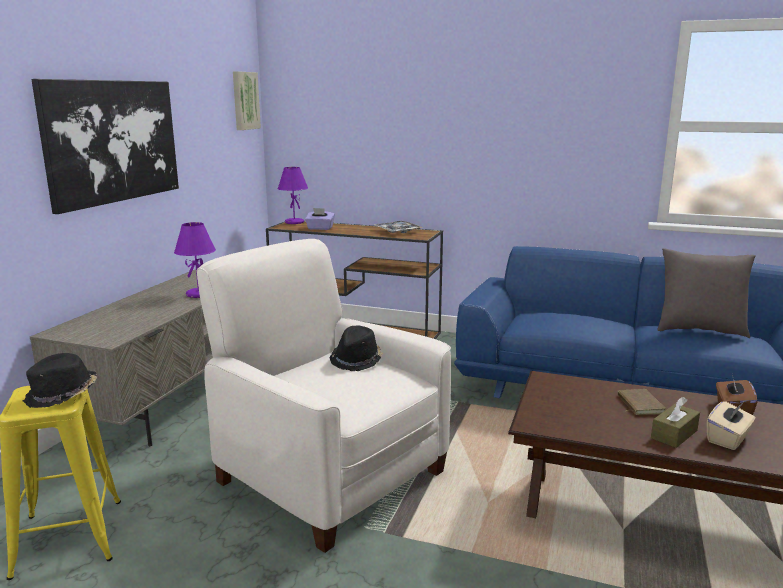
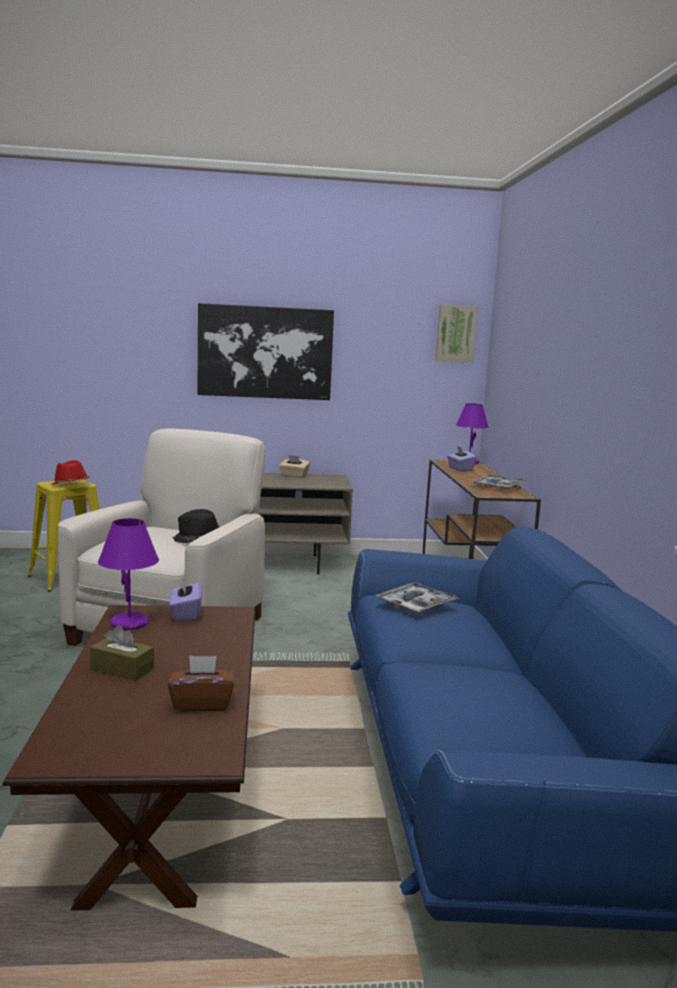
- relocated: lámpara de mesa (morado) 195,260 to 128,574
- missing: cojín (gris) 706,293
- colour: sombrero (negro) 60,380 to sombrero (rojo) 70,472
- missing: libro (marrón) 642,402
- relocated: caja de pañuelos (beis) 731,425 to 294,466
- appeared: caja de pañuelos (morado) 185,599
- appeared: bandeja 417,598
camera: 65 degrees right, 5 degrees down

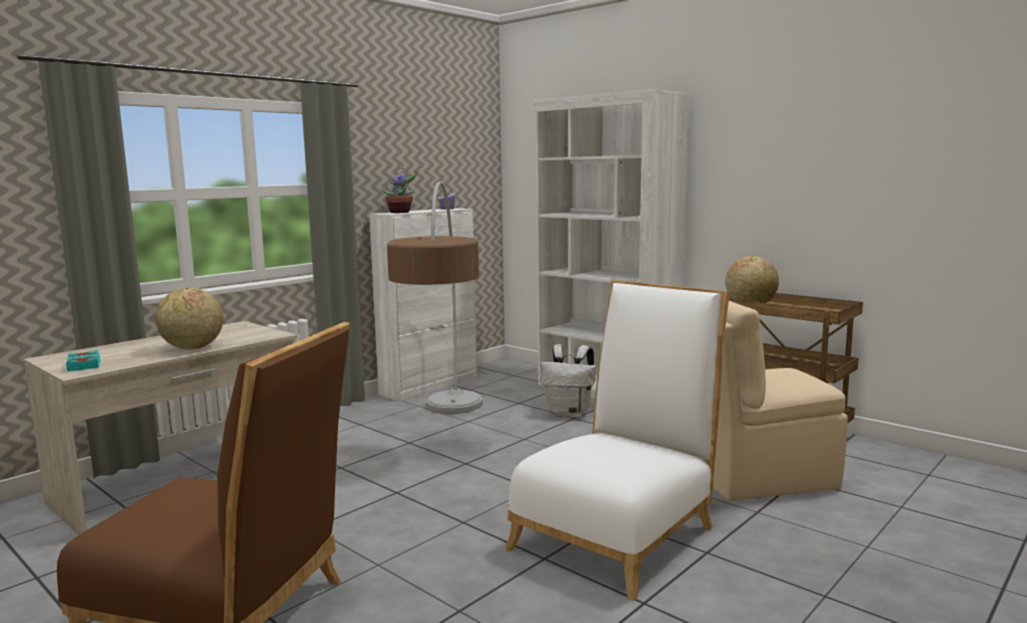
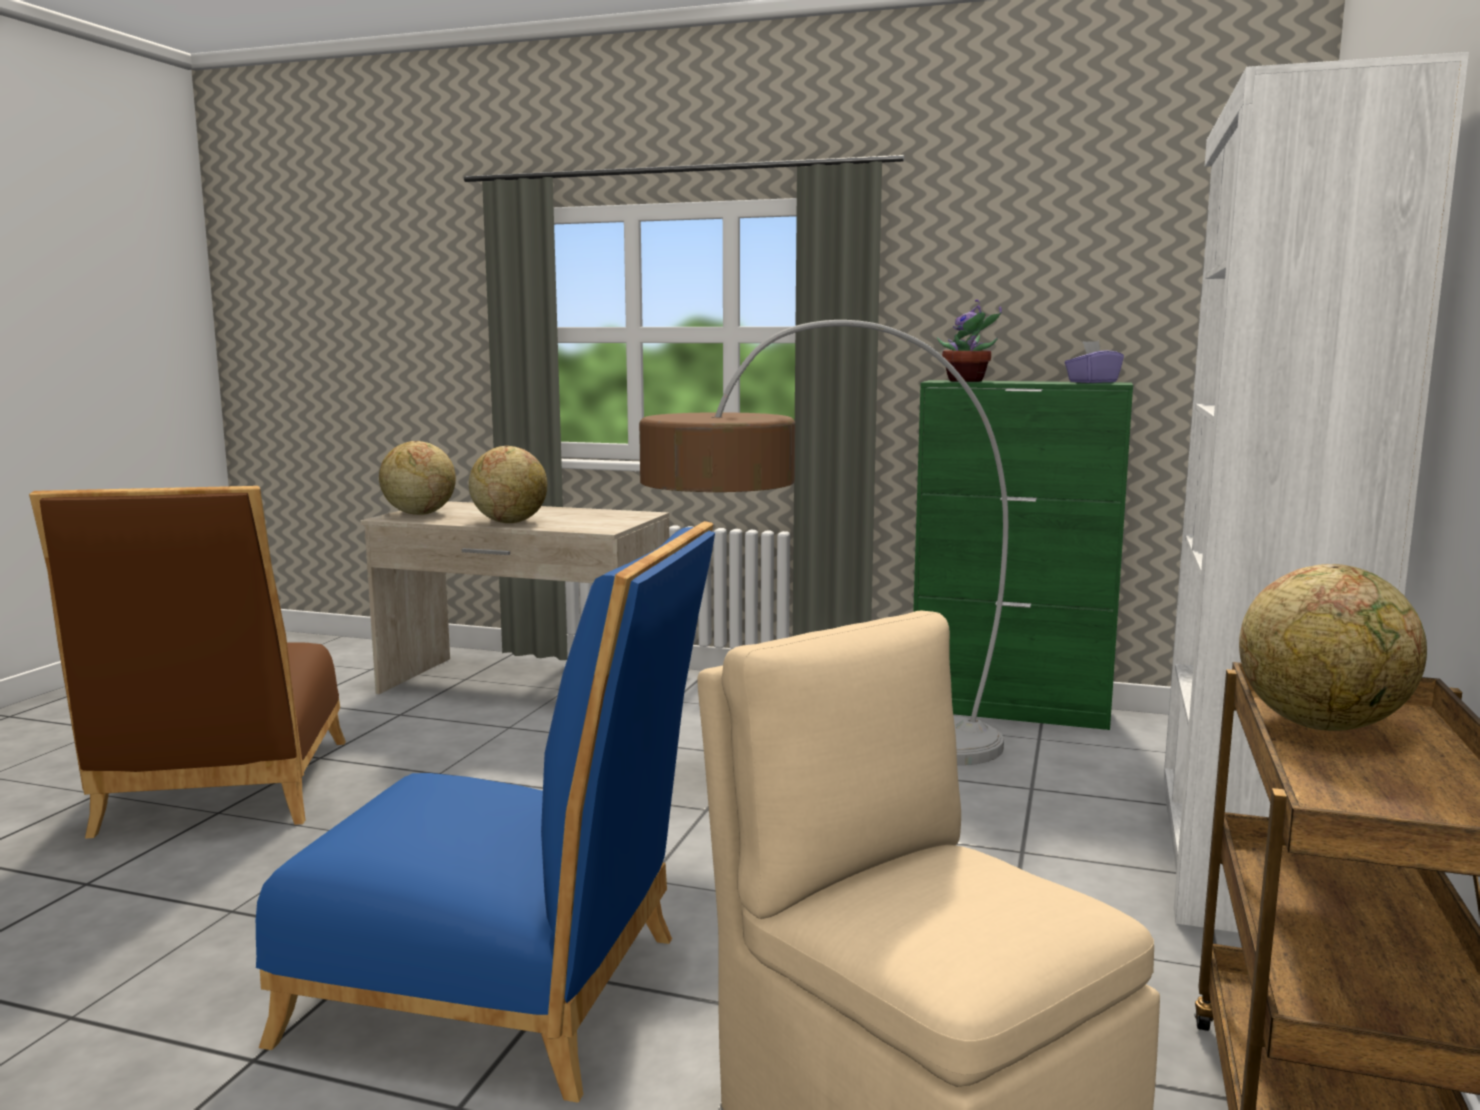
- colour: armario (blanco) 423,304 to armario (verde) 1023,555
- colour: silla (blanco) 617,440 to silla (azul) 485,812
- missing: mochila (blanco) 568,381
- exchanged: libro (turquesa) 83,361 to globo terráqueo 417,478
camera: 65 degrees right, 0 degrees up

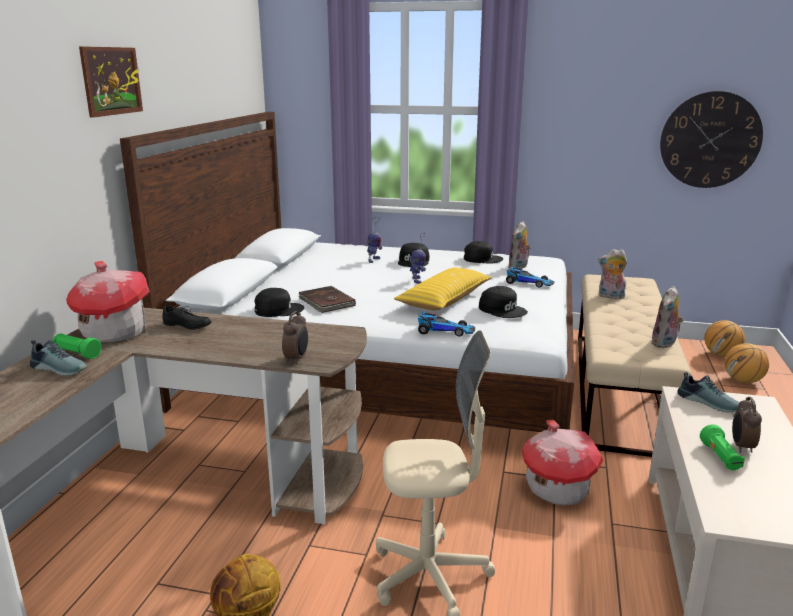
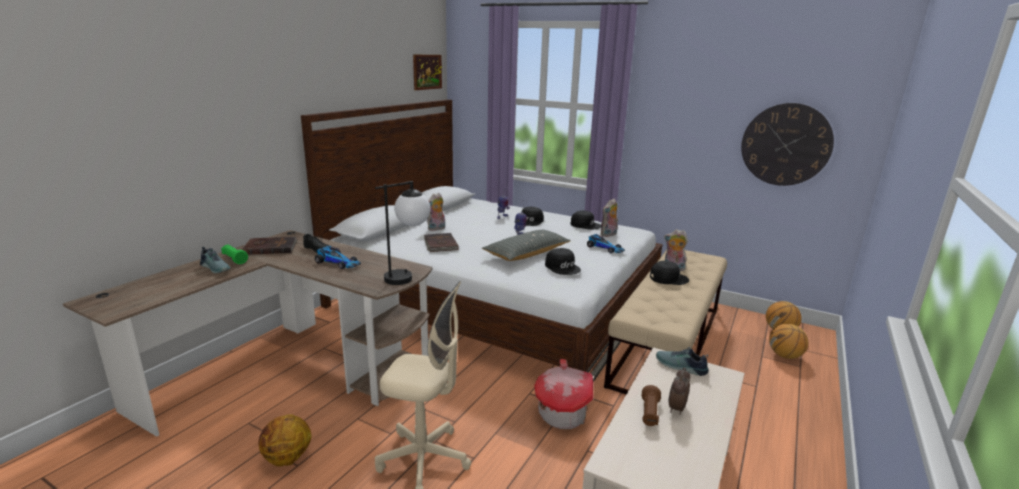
- relocated: cuadro 111,82 to 427,72
- exchanged: casita 107,301 to libro (marrón) 269,246
- colour: cojín (amarillo) 443,289 to cojín (gris) 526,245
- relocated: peluche 667,317 to 436,212
- relocated: gorra (negro) 279,302 to 669,273
- missing: despertador 295,337
- relocated: coche de juguete 446,324 to 338,257
- spun: zapato 709,392 = 682,361 150 degrees clockwise
- colour: linterna (verde) 722,447 to linterna (marrón) 651,405
- appeared: lámpara de mesa 402,233
camera: 15 degrees right, 0 degrees up

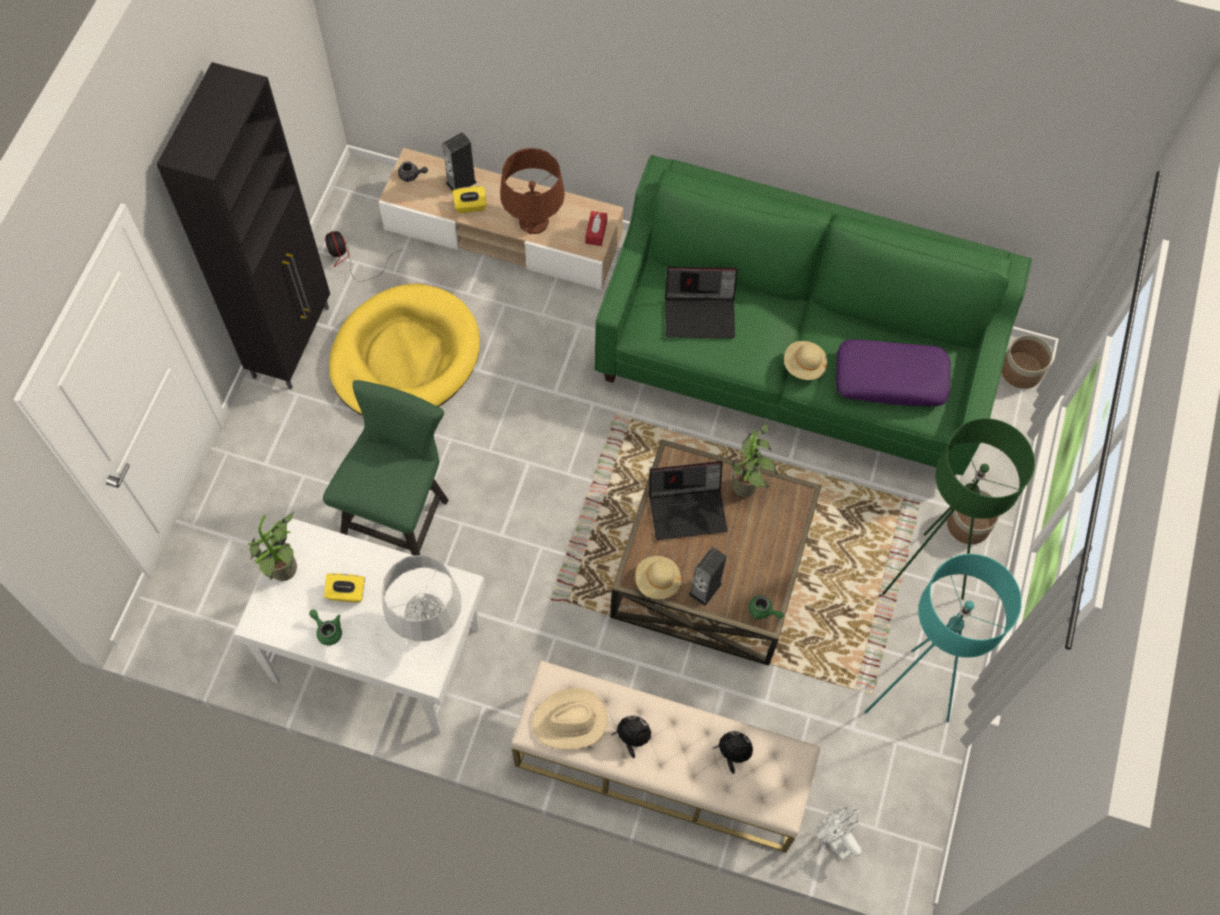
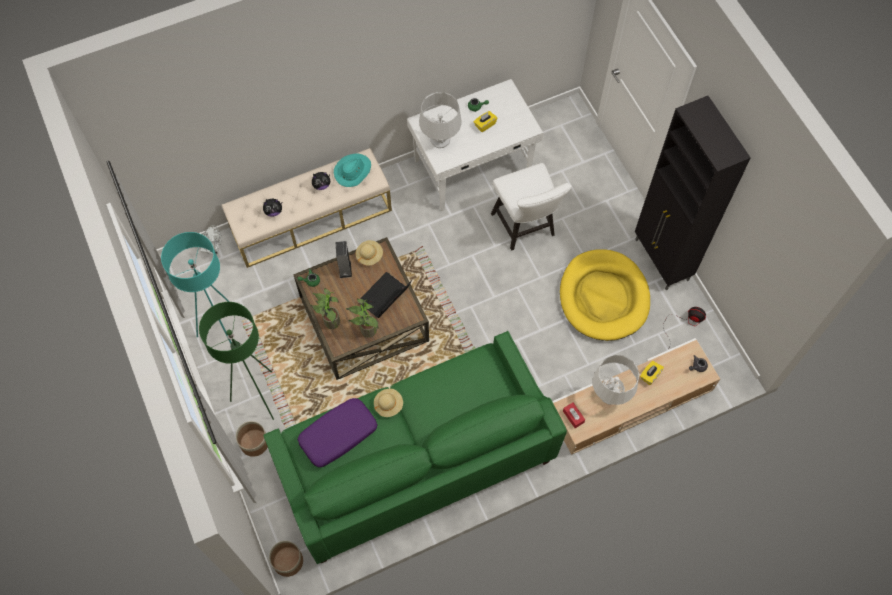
- missing: altavoz 459,161
- colour: lámpara de mesa (marrón) 532,191 to lámpara de mesa (blanco) 615,380
- missing: portátil 701,302
- colour: silla (verde) 385,468 to silla (blanco) 531,206
- relocated: planta en maceta 272,546 to 325,308
- colour: sombrero (beis) 570,719 to sombrero (turquesa) 352,170
camera: 140 degrees right, 0 degrees up

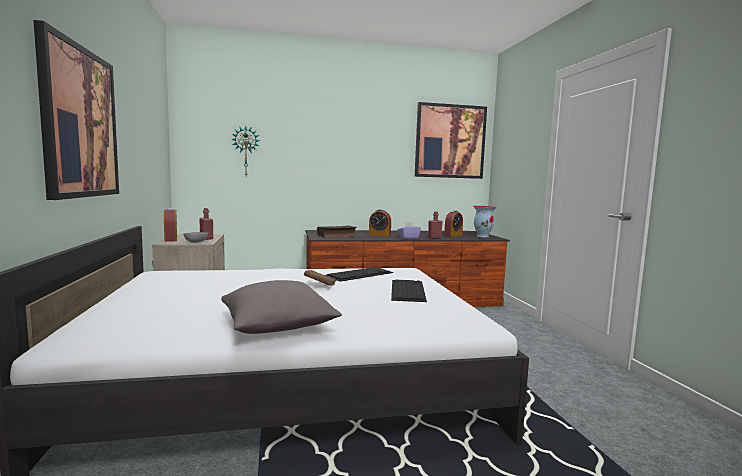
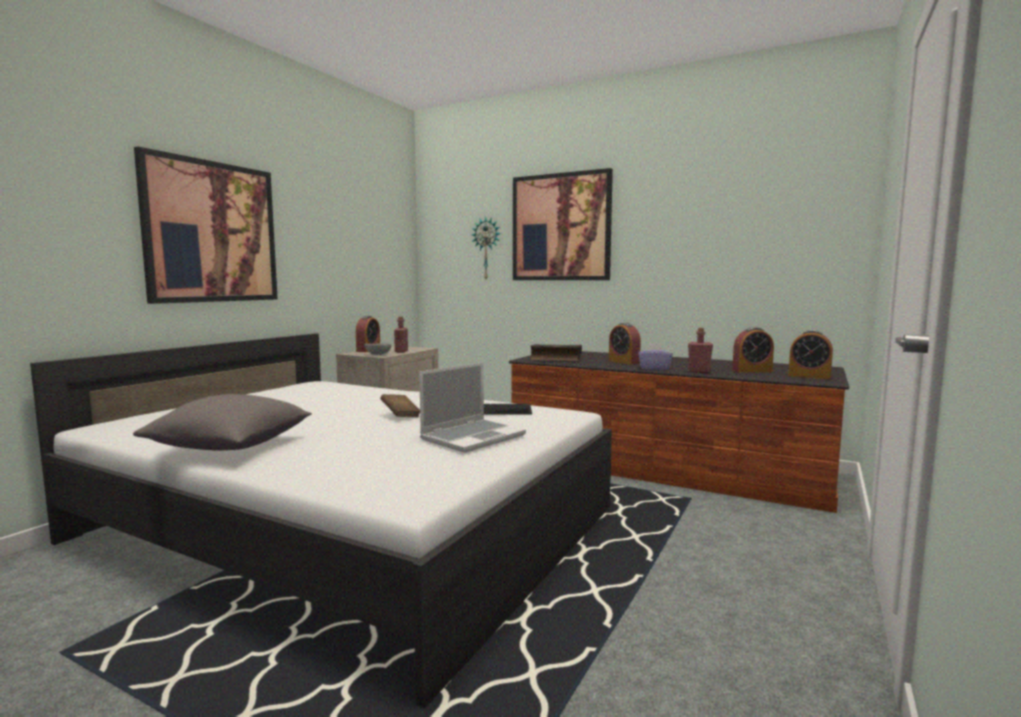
- relocated: cuadro 451,140 to 563,224
- exchanged: florero 484,221 to despertador 810,354
- exchanged: teclado 409,291 to portátil 472,408
camera: 40 degrees right, 0 degrees up

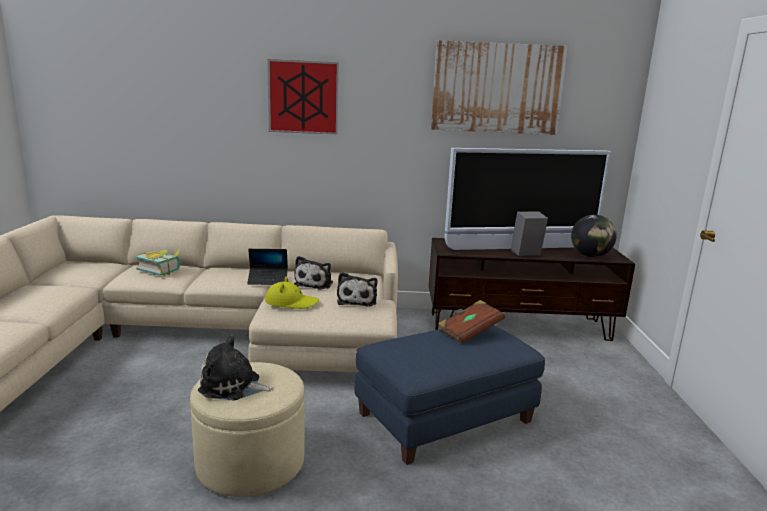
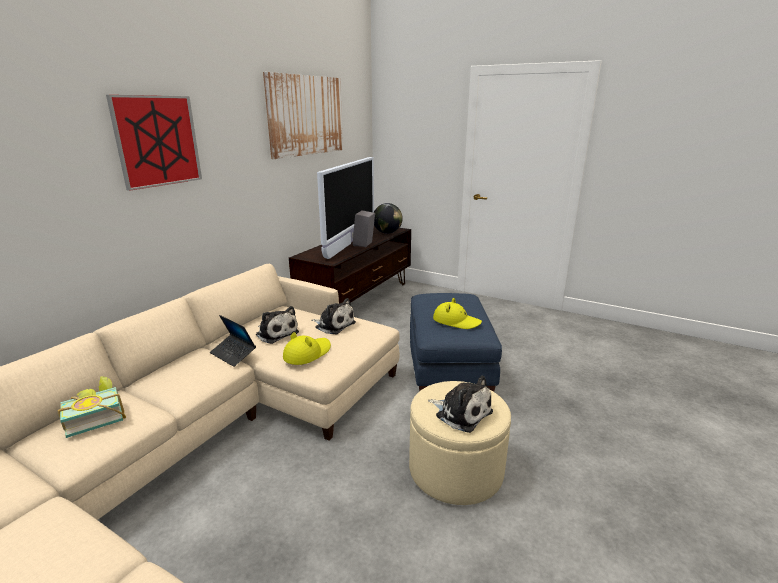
- spun: portátil 267,267 = 233,341 105 degrees clockwise
- missing: libro (marrón) 471,322
- spun: peluche 236,368 = 460,404 90 degrees counterclockwise
- appeared: sombrero (amarillo) 457,313
camera: 60 degrees left, 5 degrees up

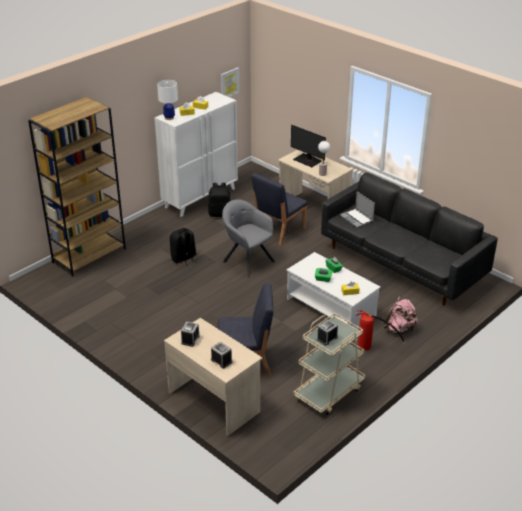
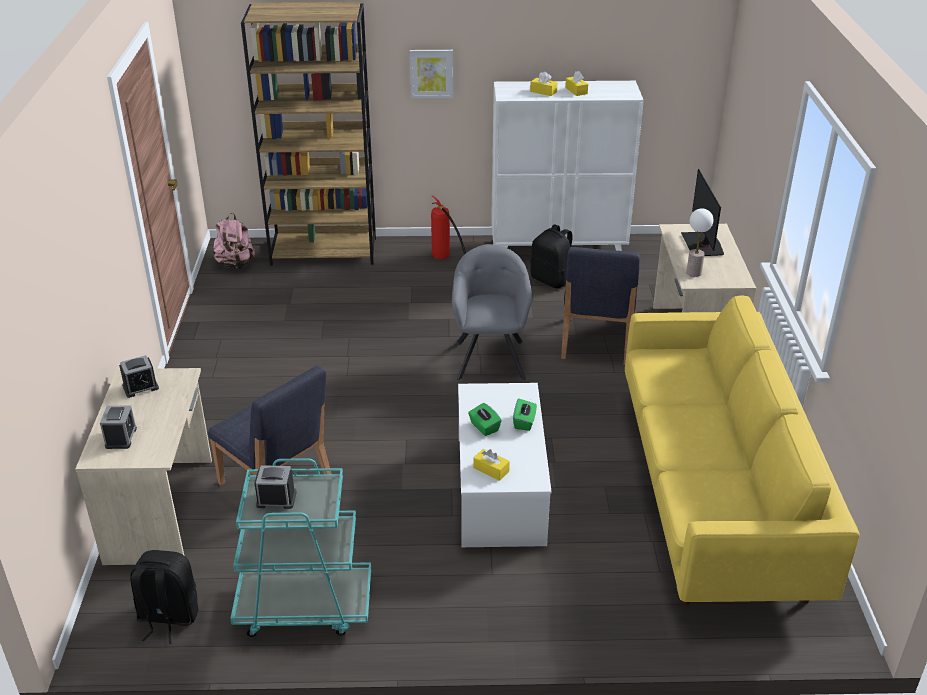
- relocated: cuadro 230,82 to 431,74
- missing: lámpara de mesa (blanco) 167,100
- colour: sofá (negro) 409,238 to sofá (amarillo) 742,450
- spun: silla (azul) 279,209 = 600,306 75 degrees counterclockwise
- missing: portátil 357,209
- relocated: mochila (negro) 183,247 to 164,597
- relocated: mochila (rosa) 401,315 to 234,241
- relocated: extintor 380,330 to 448,227
- colour: carrito (beis) 330,364 to carrito (turquesa) 300,547
camera: 45 degrees right, 0 degrees up

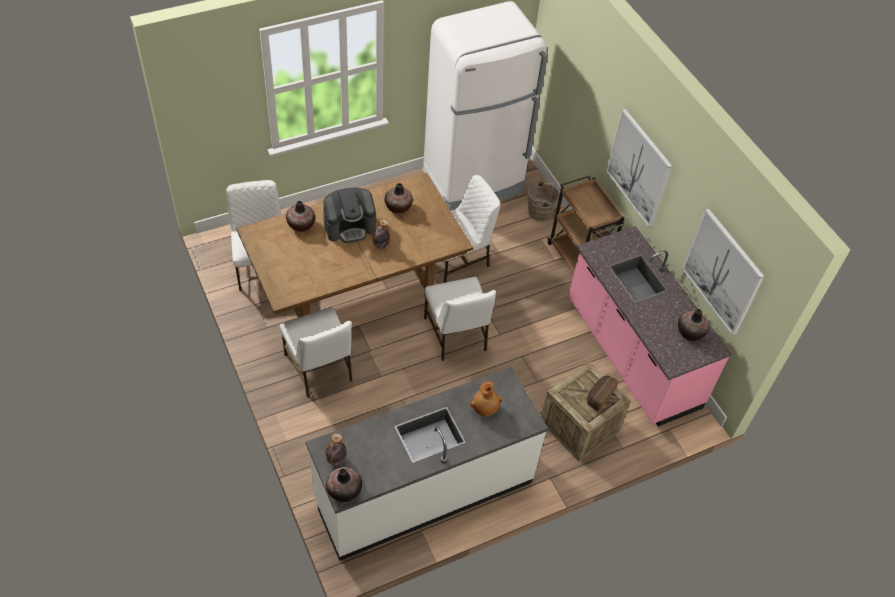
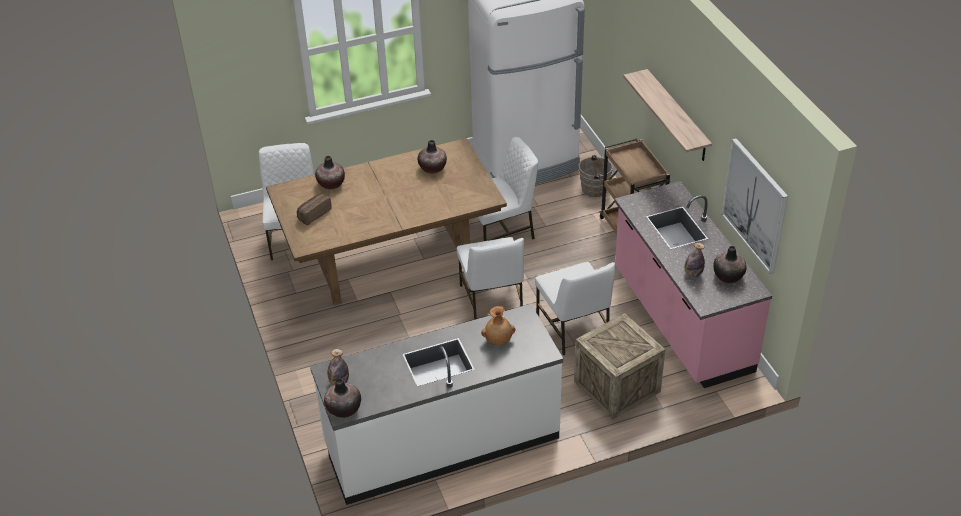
- exchanged: cuadro 639,168 to estante 667,115
- missing: cafetera 349,215
- relocated: botella 381,234 to 694,260
- relocated: silla (blanco) 315,352 to 575,308
- relocated: pan 602,393 to 314,209
camera: 10 degrees right, 10 degrees down

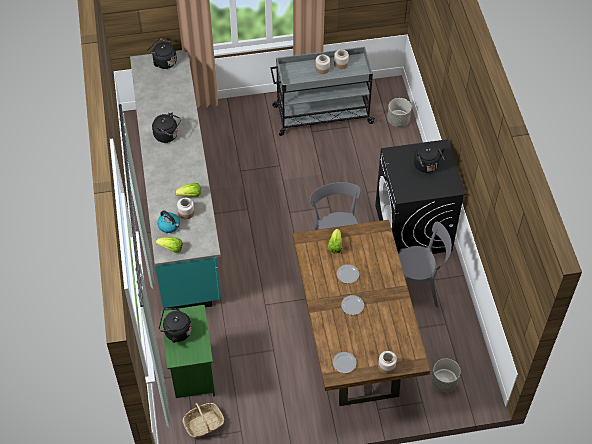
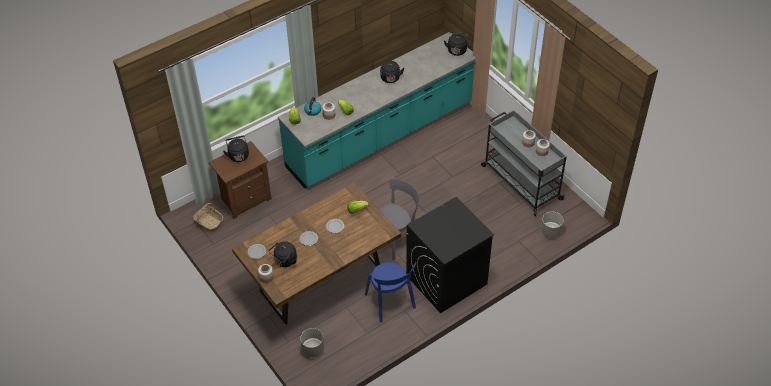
- relocated: hervidor (negro) 429,158 to 283,254
- colour: silla (gris) 425,264 to silla (azul) 390,292
- colour: mesita de noche (verde) 187,351 to mesita de noche (marrón) 240,180
camera: 65 degrees right, 5 degrees down

